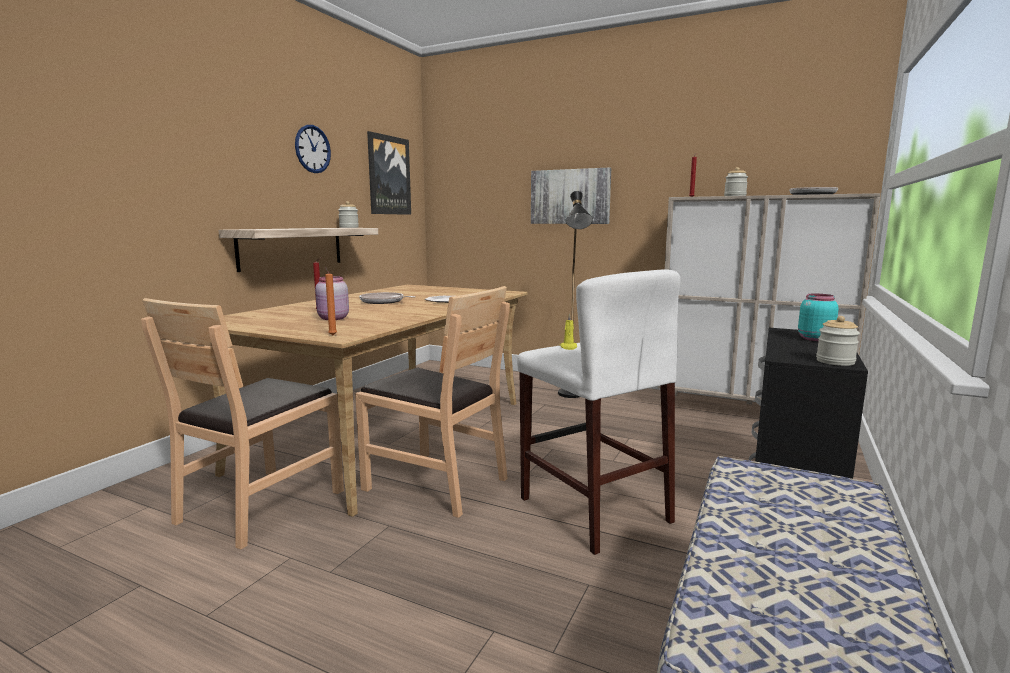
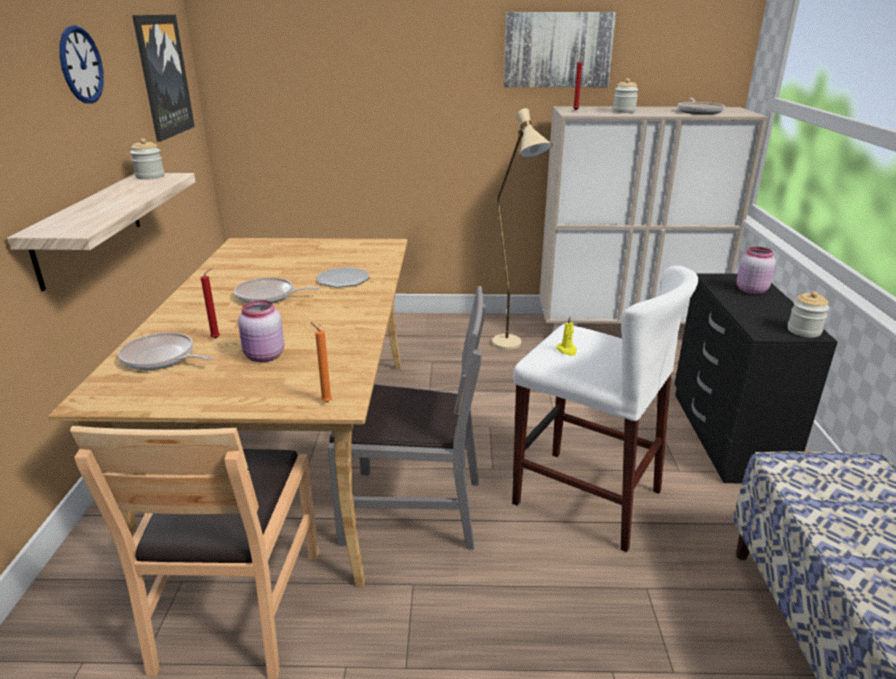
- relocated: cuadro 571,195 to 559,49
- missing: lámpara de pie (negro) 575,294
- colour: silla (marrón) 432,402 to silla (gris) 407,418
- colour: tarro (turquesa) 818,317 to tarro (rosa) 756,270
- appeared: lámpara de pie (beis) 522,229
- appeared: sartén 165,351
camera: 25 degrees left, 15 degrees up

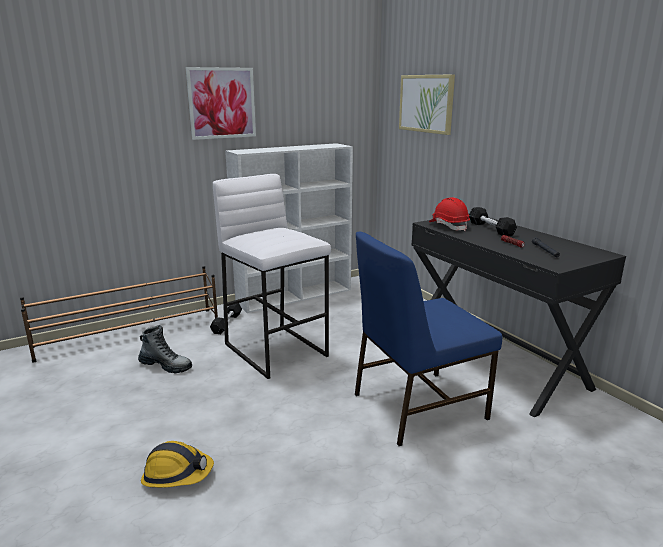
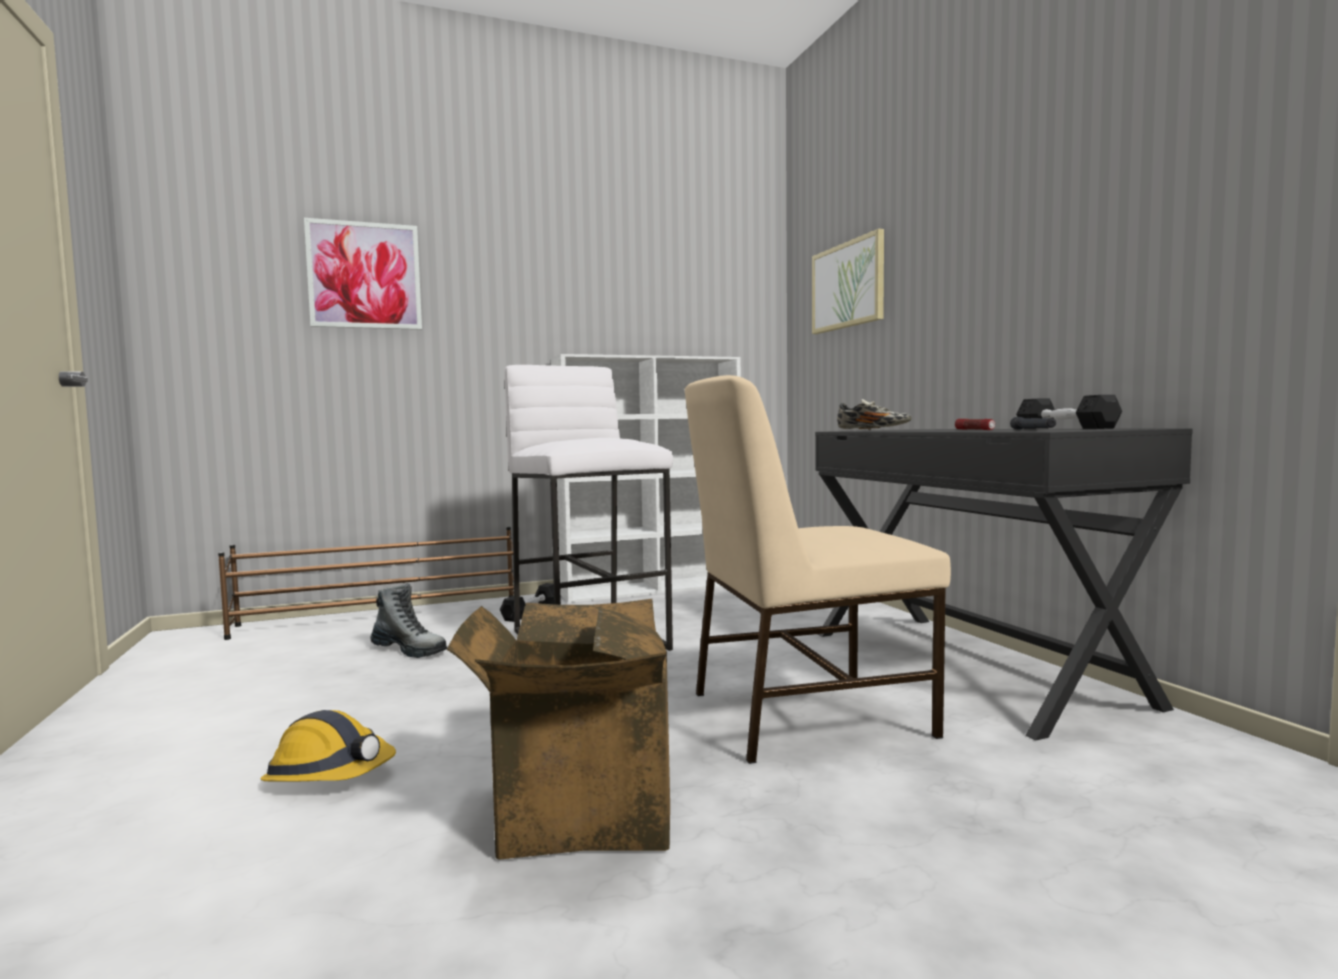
- relocated: cuadro 220,103 to 363,274
- exchanged: casco (rojo) 449,214 to zapato 874,415
- relocated: mancuerna (negro) 493,221 to 1069,412
- colour: silla (azul) 428,339 to silla (beis) 818,569
- appeared: caja de cartón 558,729
camera: 10 degrees right, 15 degrees down

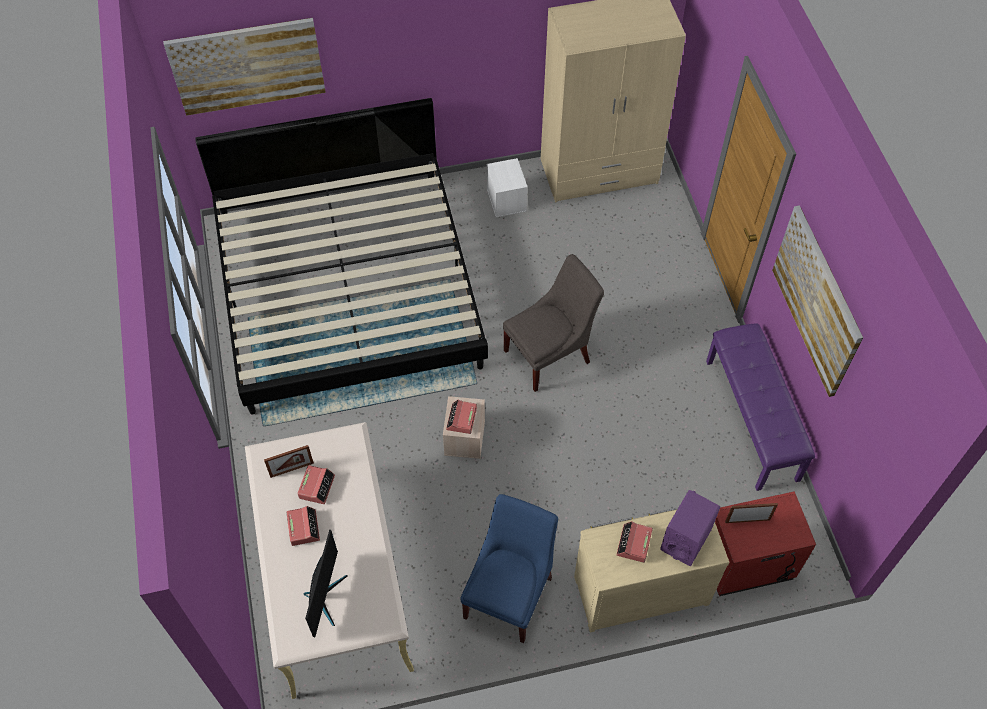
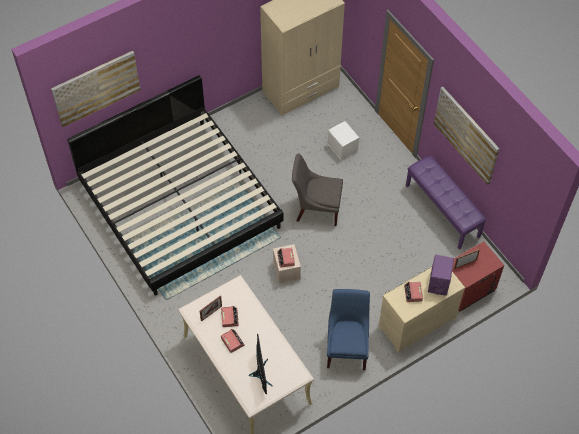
- relocated: caja de almacenaje (blanco) 506,187 to 343,141
- spun: silla (gris) 553,323 = 317,190 120 degrees counterclockwise
camera: 20 degrees left, 0 degrees up

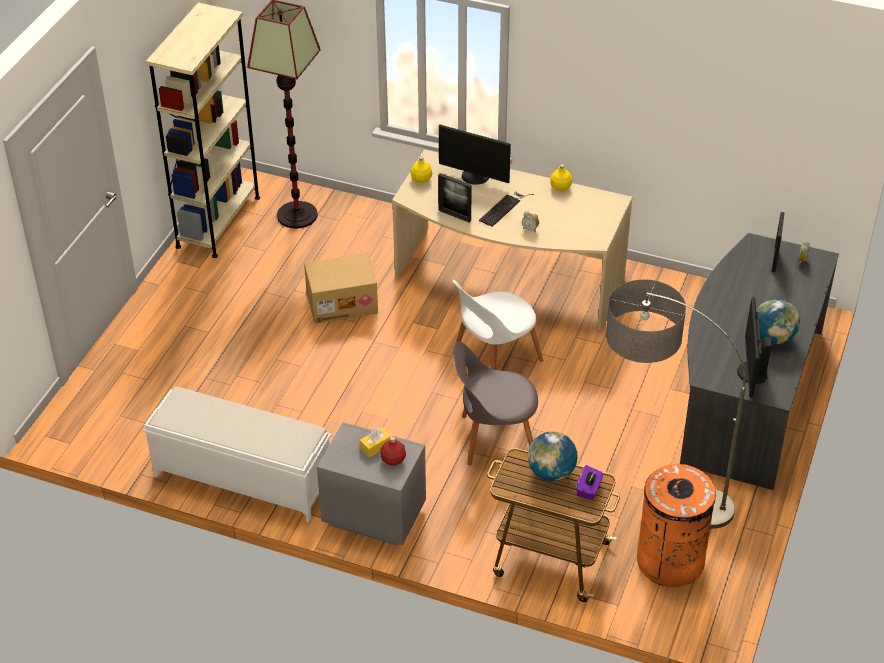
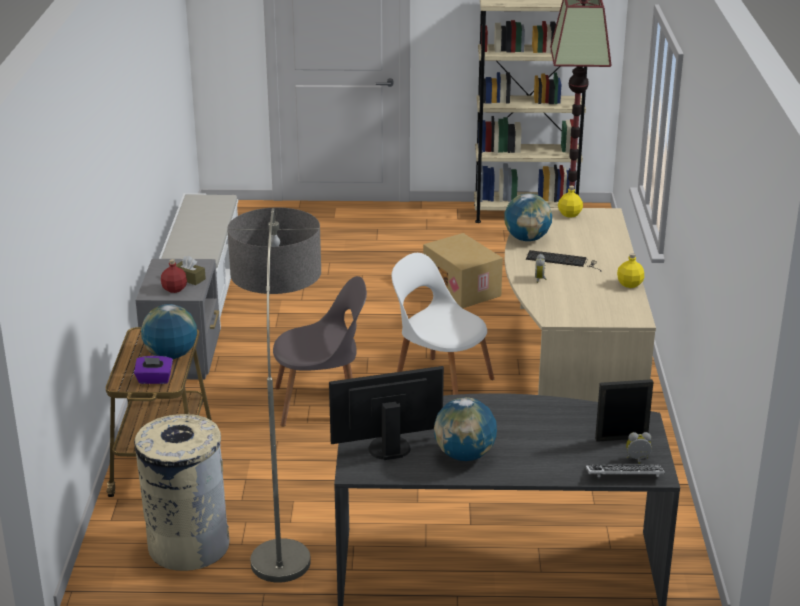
- missing: monitor 475,154
- exchanged: portarretratos 455,198 to globo terráqueo 528,217
- spun: silla (gris) 495,403 = 320,351 105 degrees clockwise
- colour: caja de pañuelos (amarillo) 375,442 to caja de pañuelos (marrón) 191,270
- colour: papelera (naranja) 676,525 to papelera (beis) 182,492
- appeared: teclado 625,471
camera: 70 degrees right, 15 degrees down

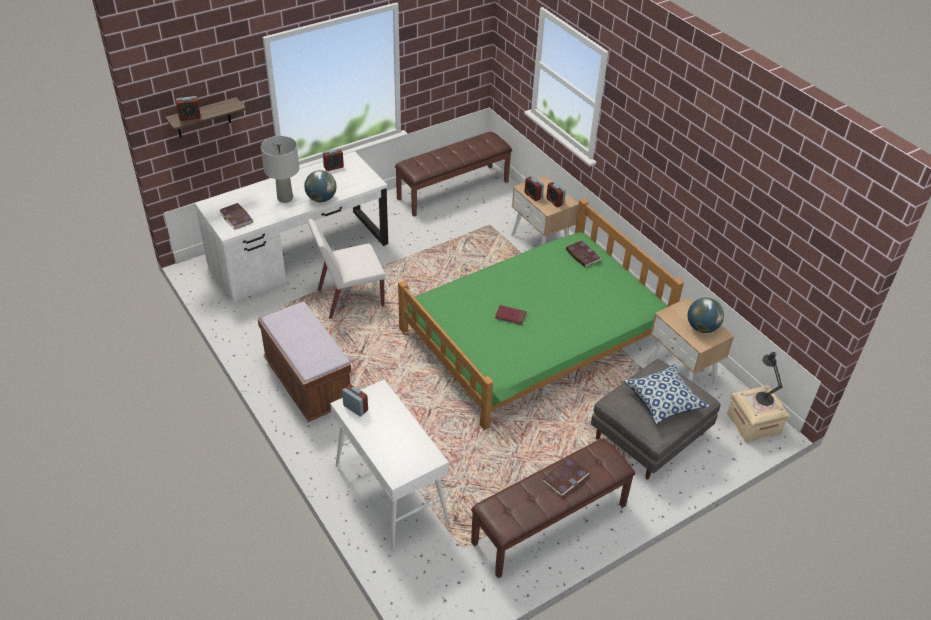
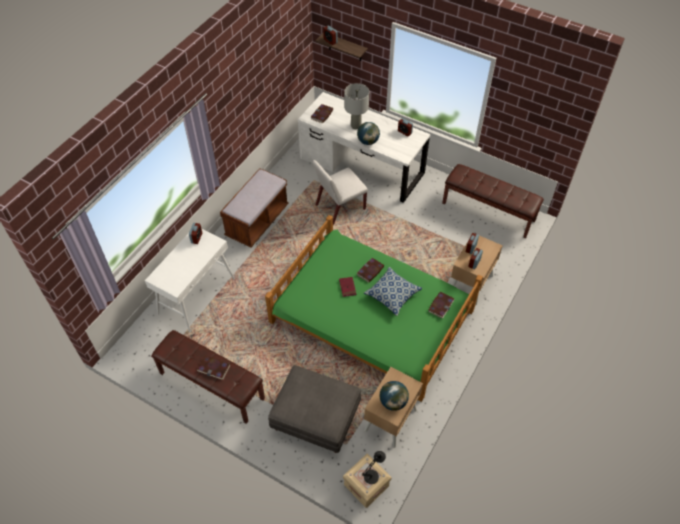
- spun: silla (blanco) 346,269 = 340,192 75 degrees counterclockwise
- relocated: cojín 666,394 to 393,291
- appeared: libro 370,270
camera: 65 degrees right, 10 degrees up

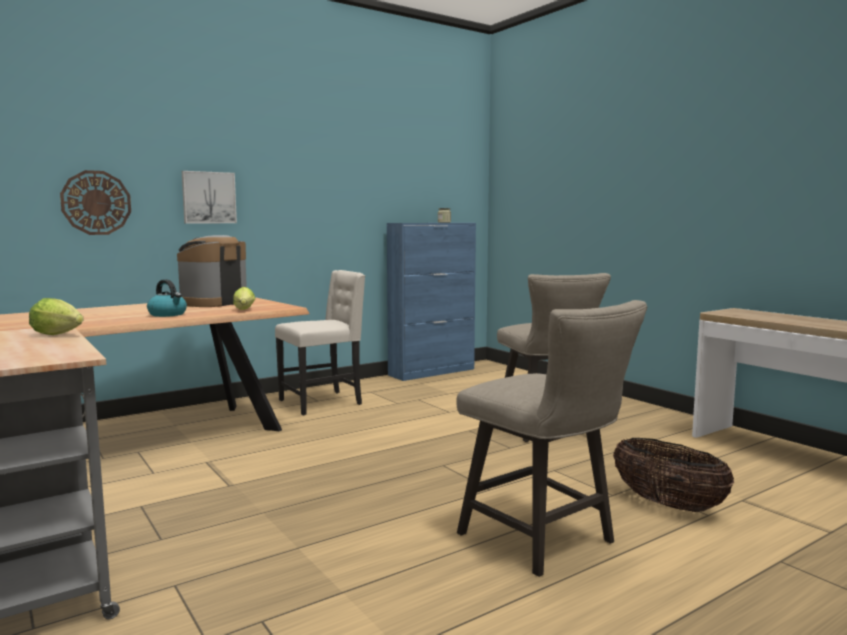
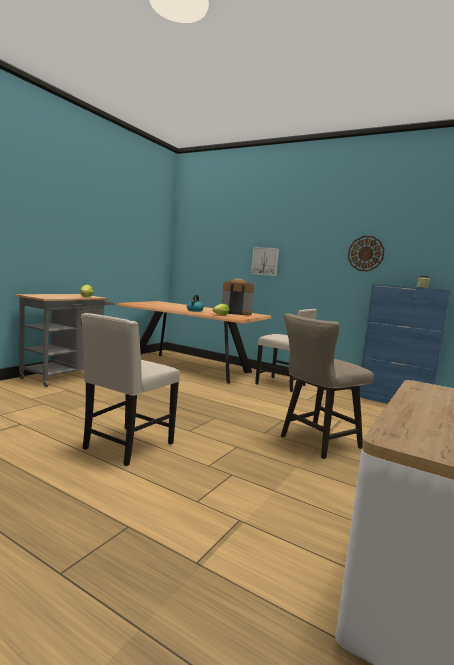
- relocated: reloj de pared 95,202 to 366,254
- exchanged: taburete (beis) 551,438 to silla (beis) 130,389
- missing: cesta 673,475
camera: 65 degrees right, 0 degrees up

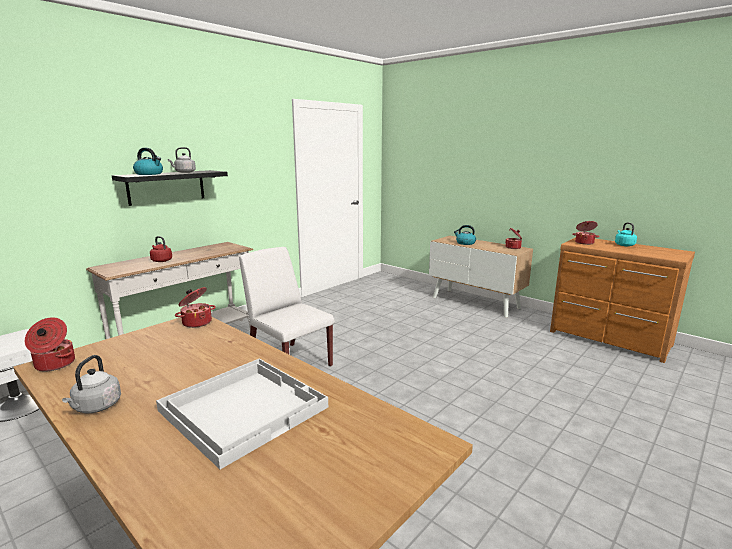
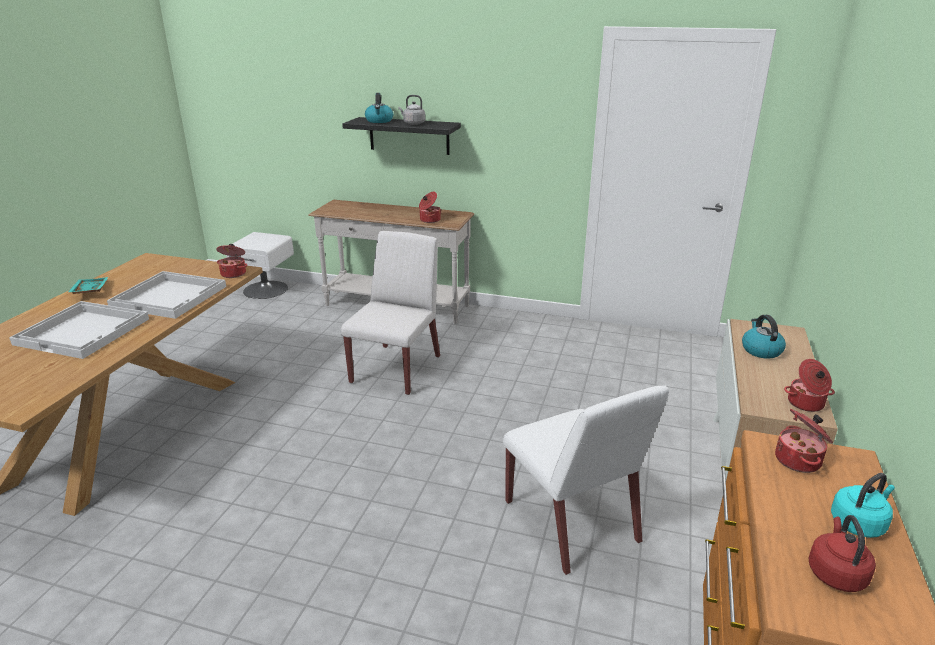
- relocated: hervidor (rojo) 161,249 to 842,553
- relocated: olla 50,344 to 430,207
- exchanged: hervidor (gris) 91,384 to bandeja (turquesa) 88,285
- appeared: bandeja (blanco) 166,295
- appeared: silla (blanco) 586,480
camera: 65 degrees right, 10 degrees up

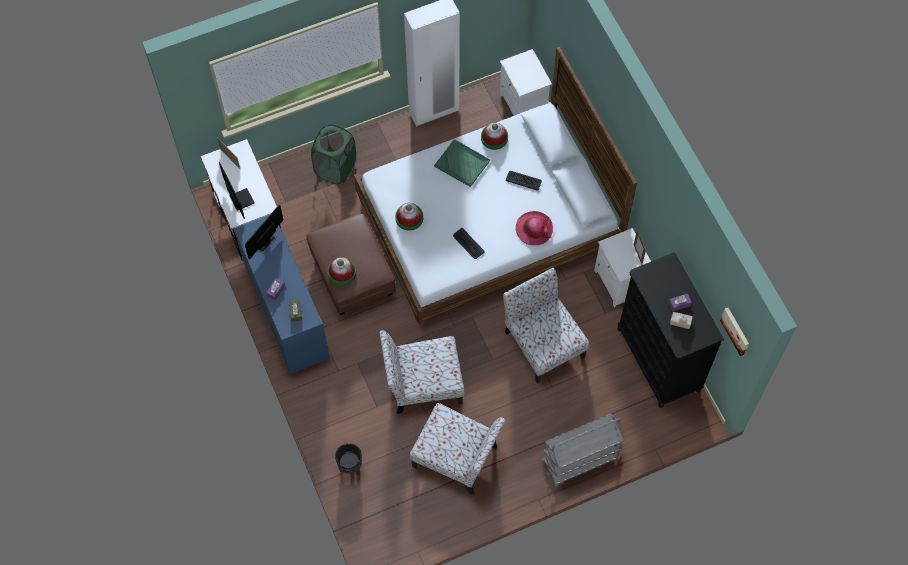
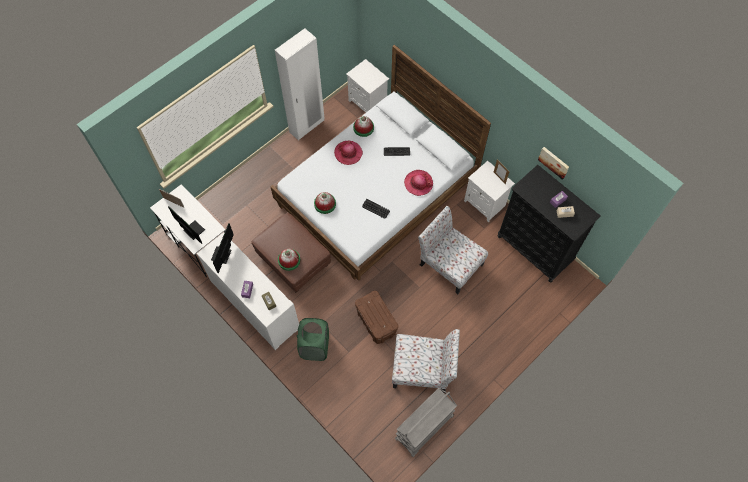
- relocated: cesto de la ropa (verde) 333,155 to 313,339
- exchanged: bandeja (verde) 462,163 to sombrero 348,153
- colour: armario (azul) 282,295 to armario (blanco) 248,291
- relocated: cuadro 734,332 to 553,163
- exchanged: silla 421,372 to caja de almacenaje (marrón) 376,317
- relocated: carrito (gris) 583,450 to 426,422
- missing: maceta (negro) 348,459
camera: 20 degrees left, 0 degrees up

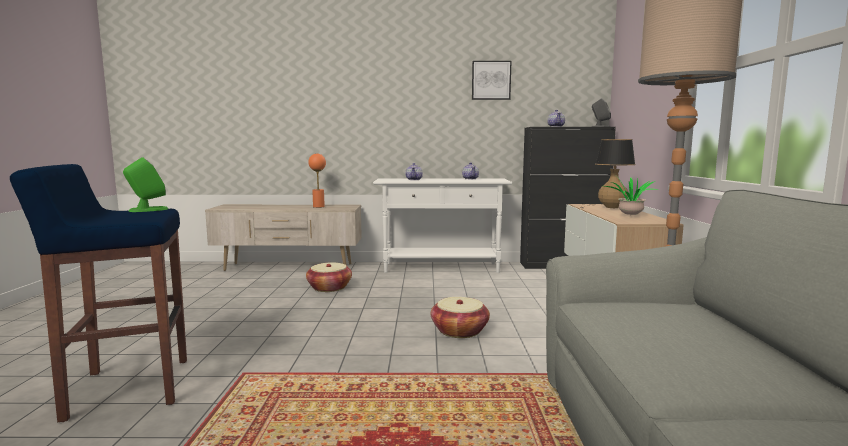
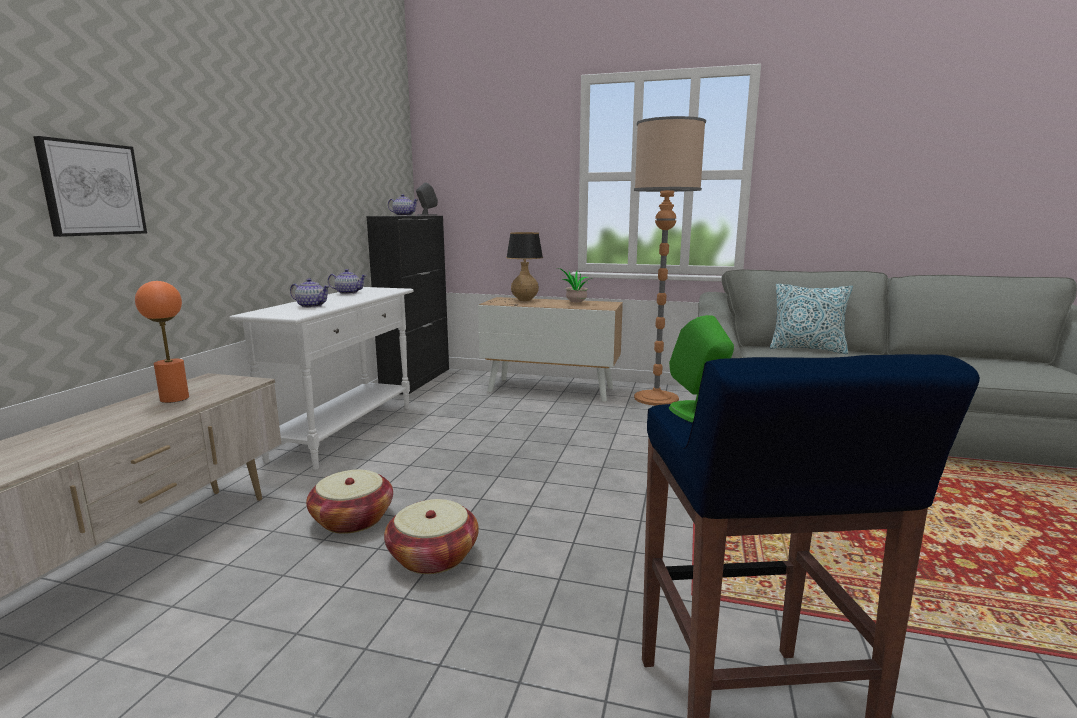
- relocated: cuadro 491,80 to 90,186
- relocated: cesta 460,317 to 431,536
- appeared: cojín 811,319
camera: 75 degrees left, 5 degrees up

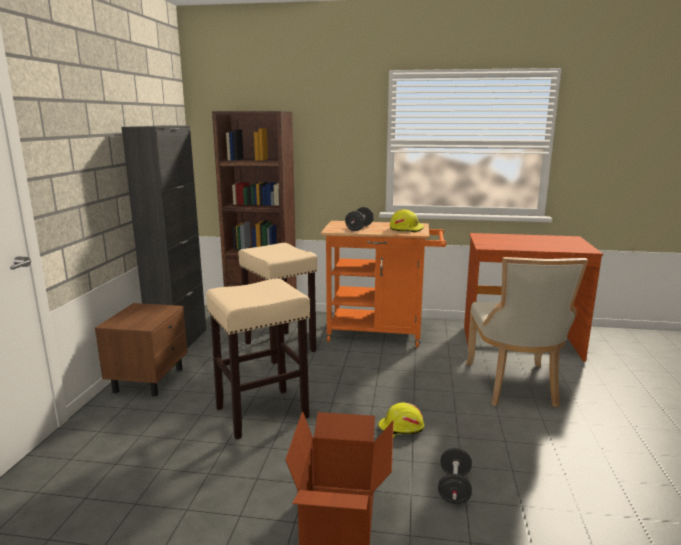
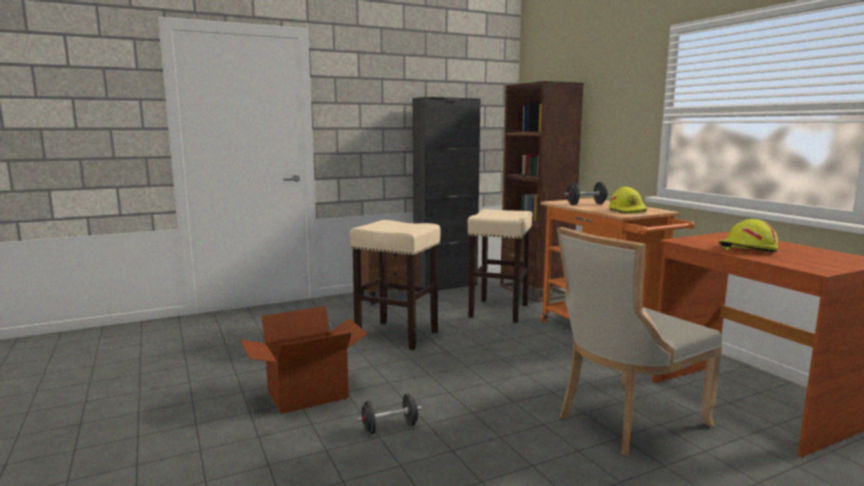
- relocated: casco (amarillo) 401,420 to 748,235
camera: 55 degrees right, 5 degrees down

